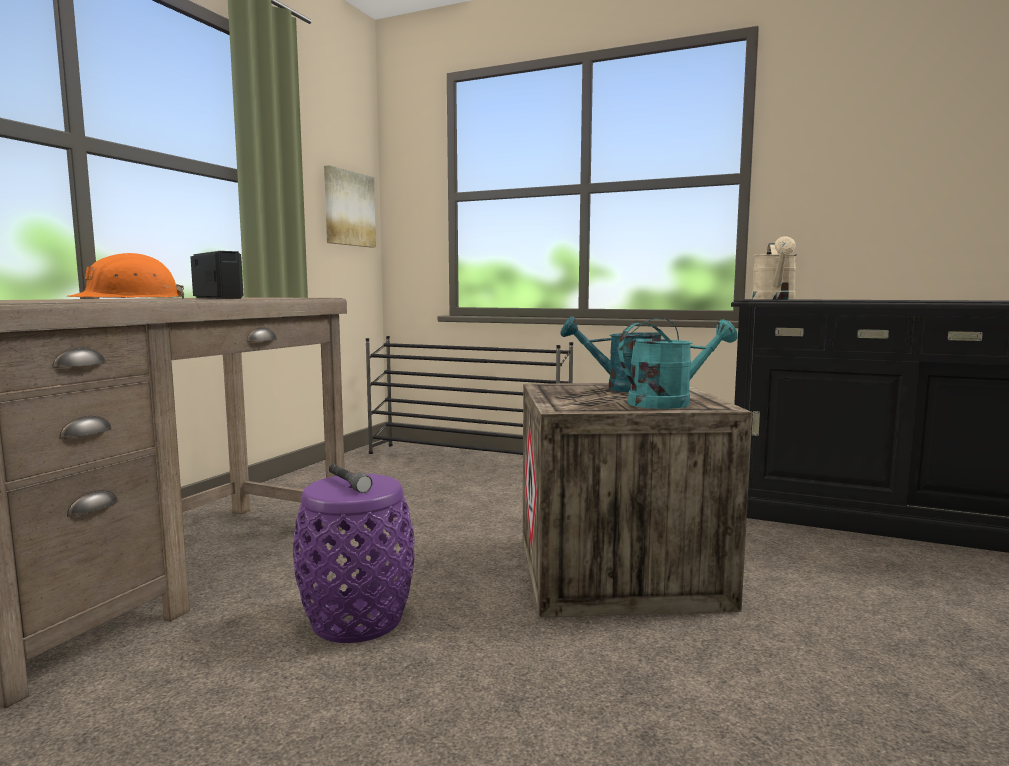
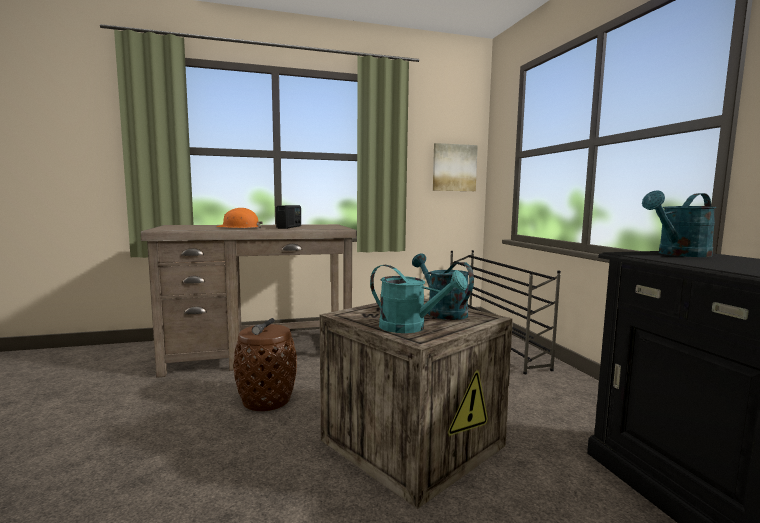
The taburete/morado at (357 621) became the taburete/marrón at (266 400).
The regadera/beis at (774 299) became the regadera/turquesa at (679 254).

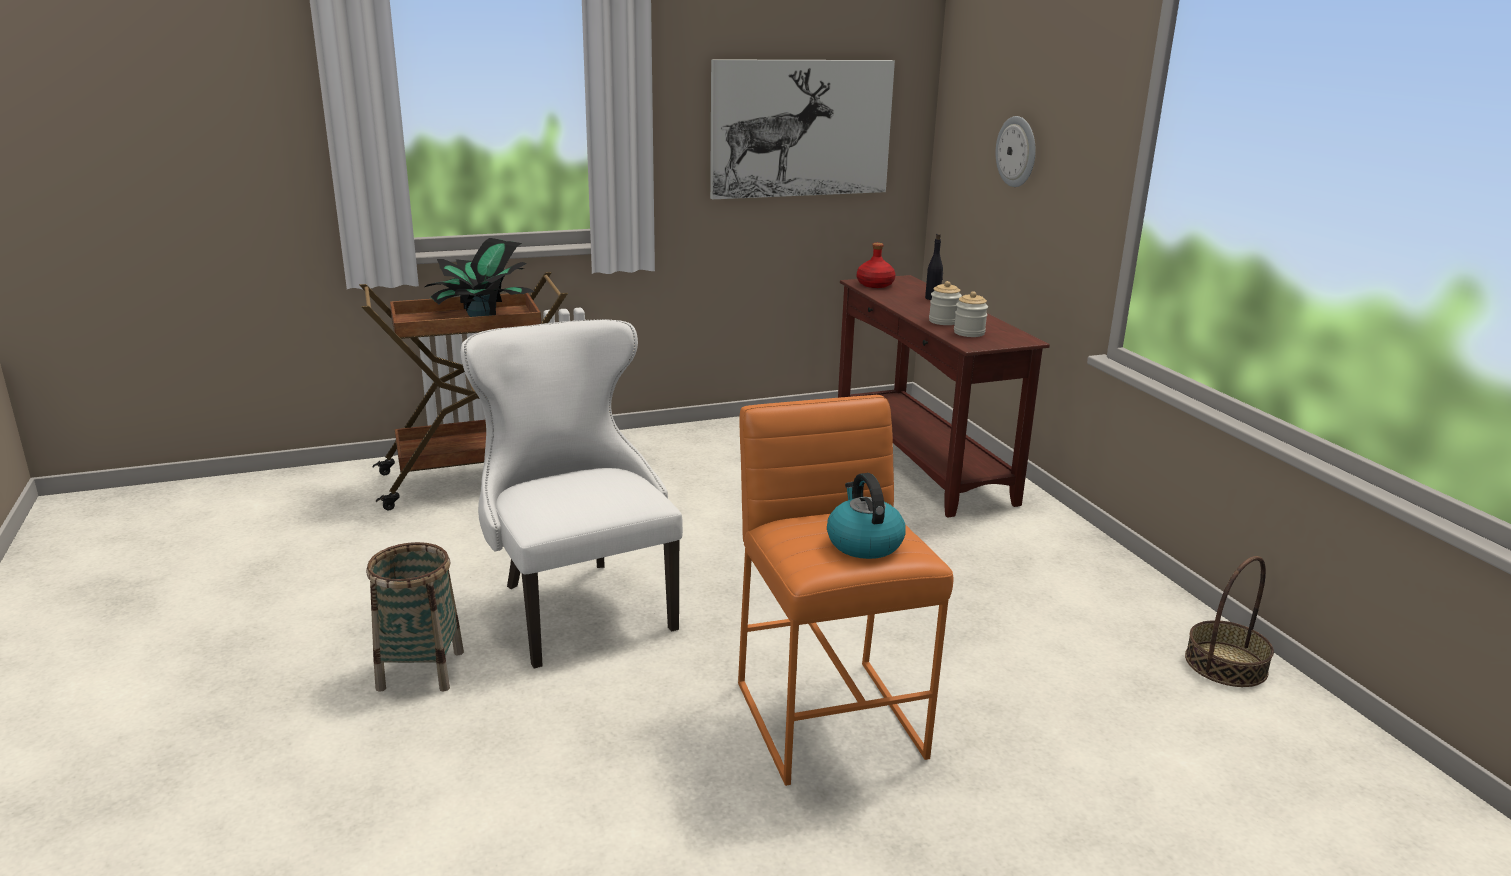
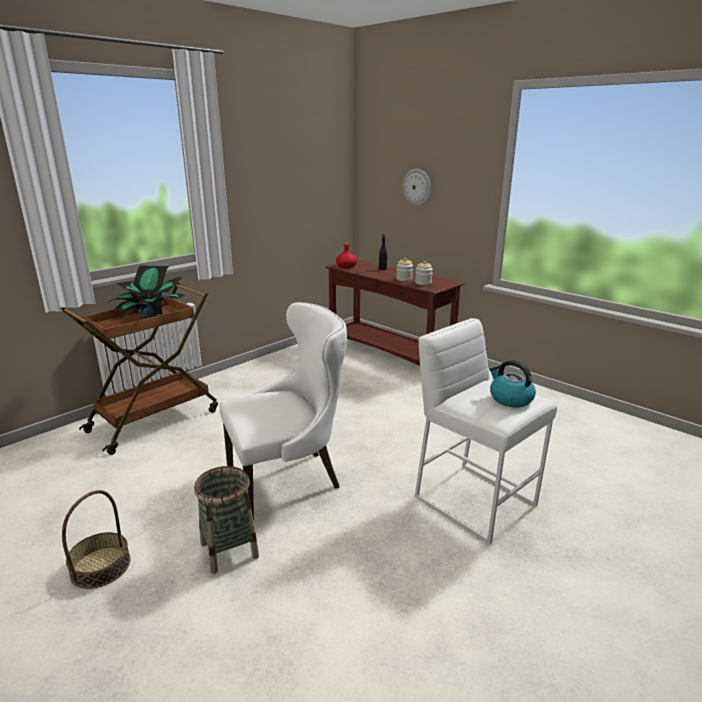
The silla/blanco at (578 605) turned 120 degrees clockwise.
The cuadro at (801 128) disappeared.
The taburete/naranja at (828 717) became the taburete/blanco at (473 499).
The cesta moved from (1225 664) to (100 566).

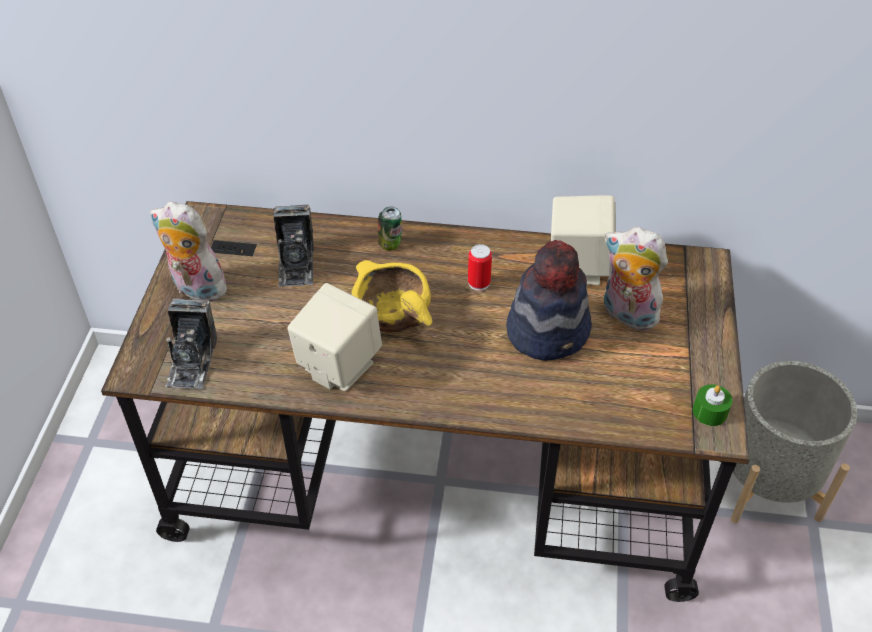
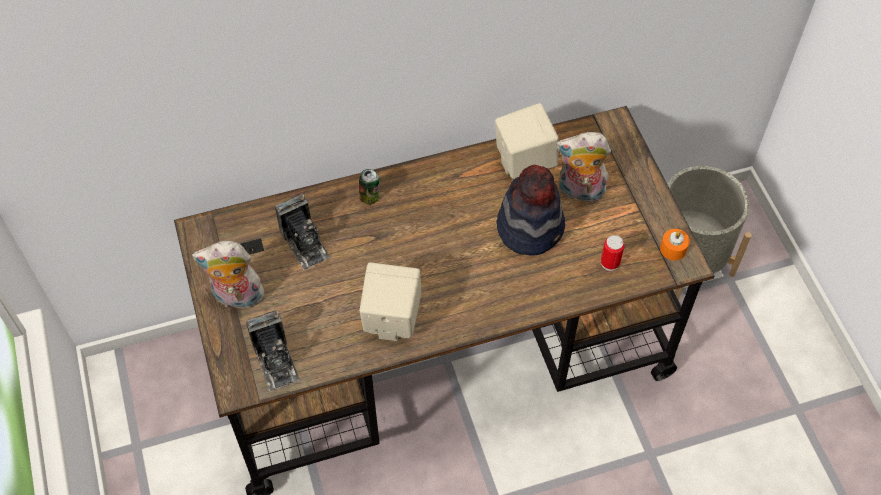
The cuenco/amarillo at (392 313) disappeared.
The lata moved from (479 283) to (610 262).
The vela/verde at (710 412) became the vela/naranja at (673 249).

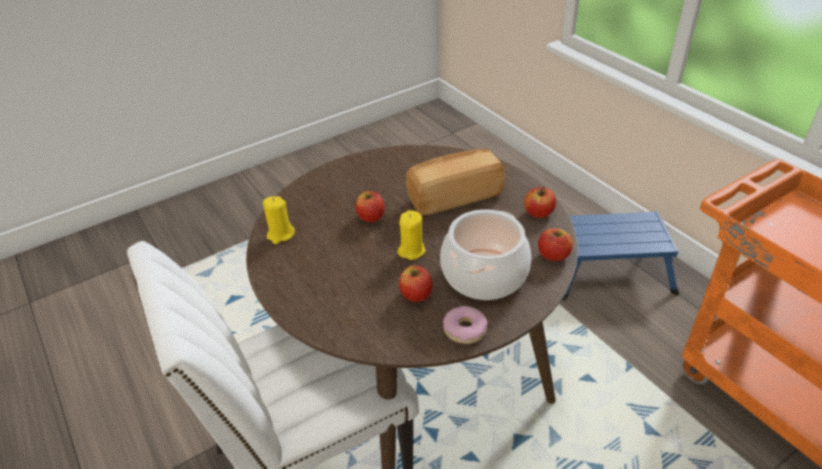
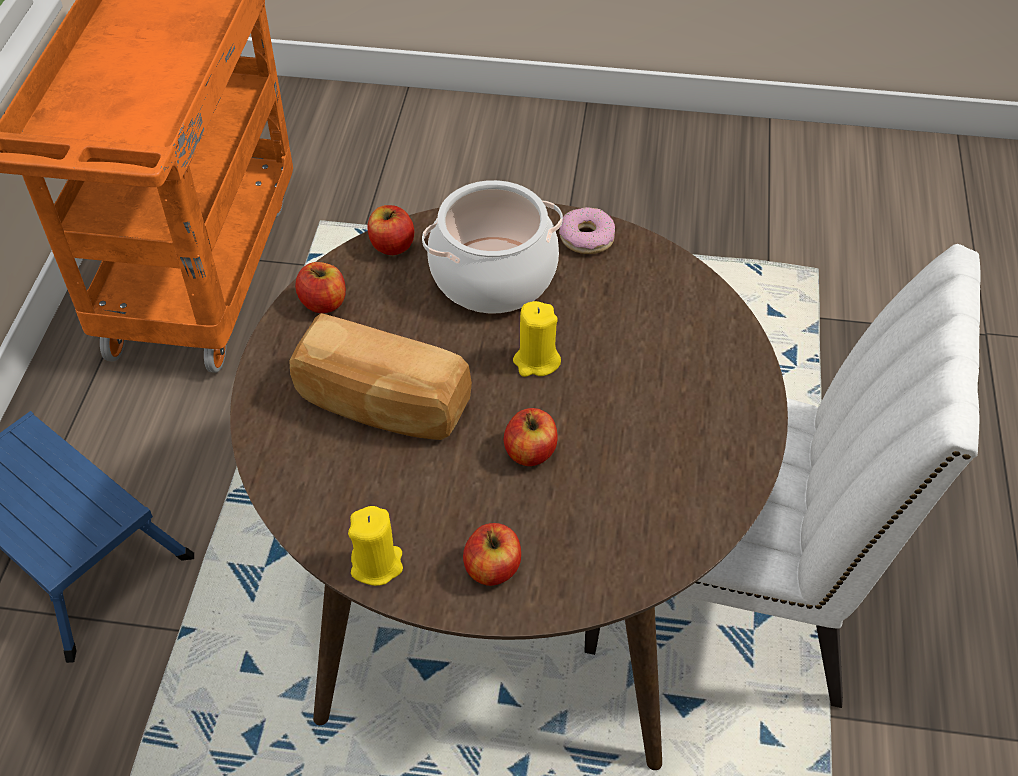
The vela/amarillo moved from (280 234) to (377 564).
The manzana moved from (416 294) to (493 568).

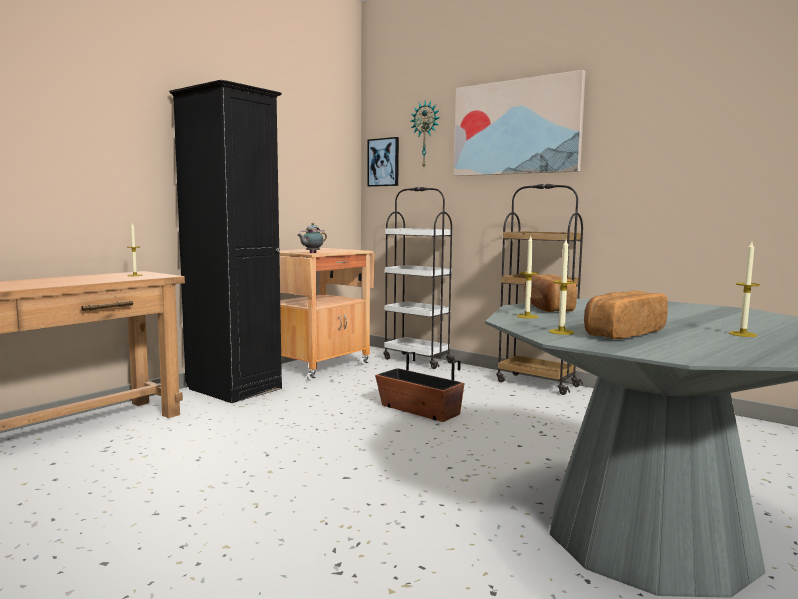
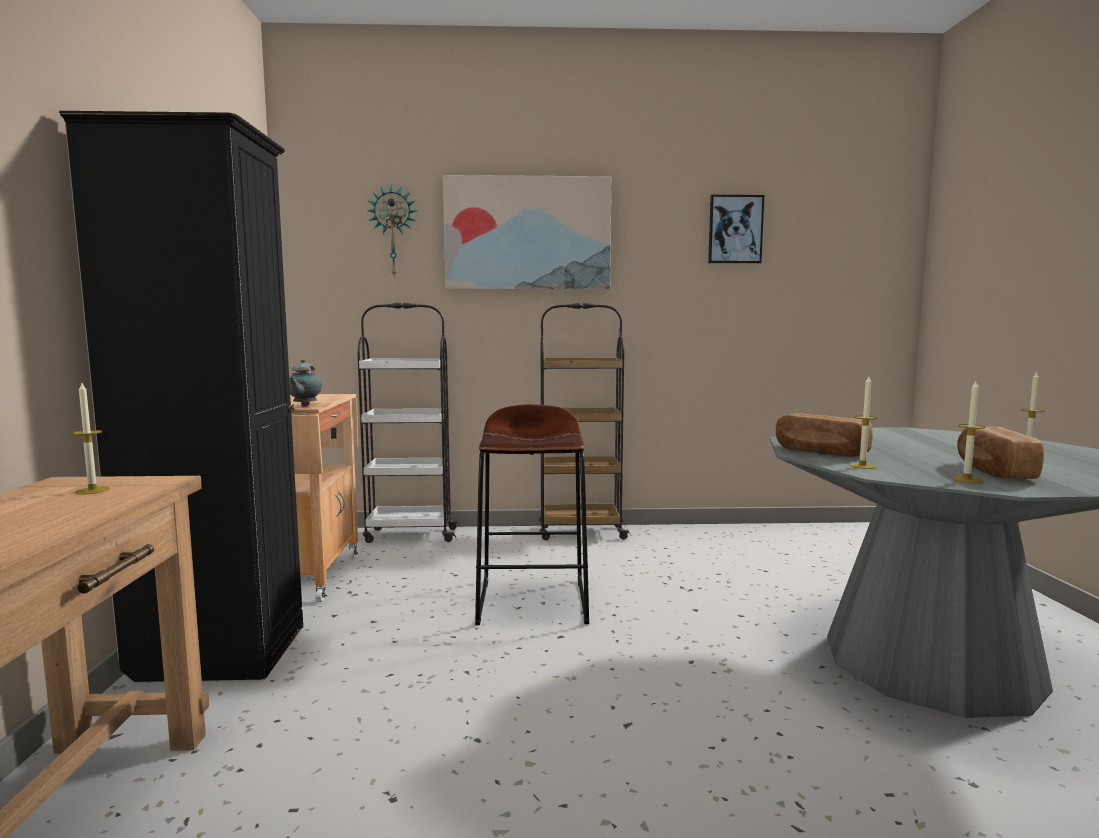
The cuadro moved from (383 162) to (735 229).
The maceta at (419 410) was replaced by the taburete/marrón at (533 601).

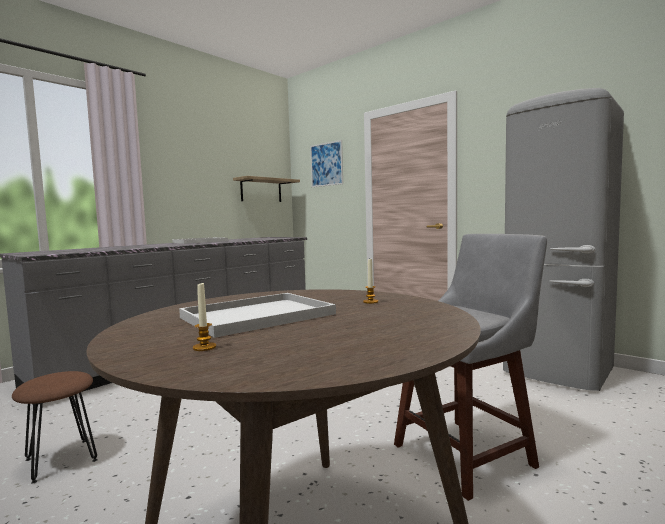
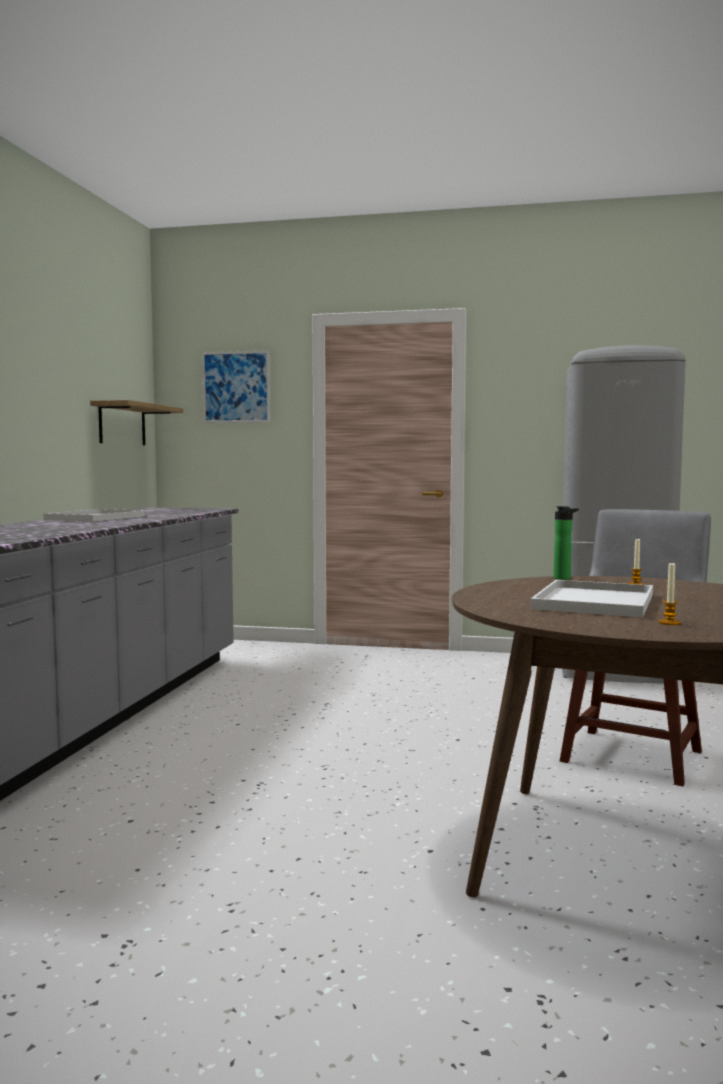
The taburete/marrón at (61 459) disappeared.
The botella at (564 578) appeared.

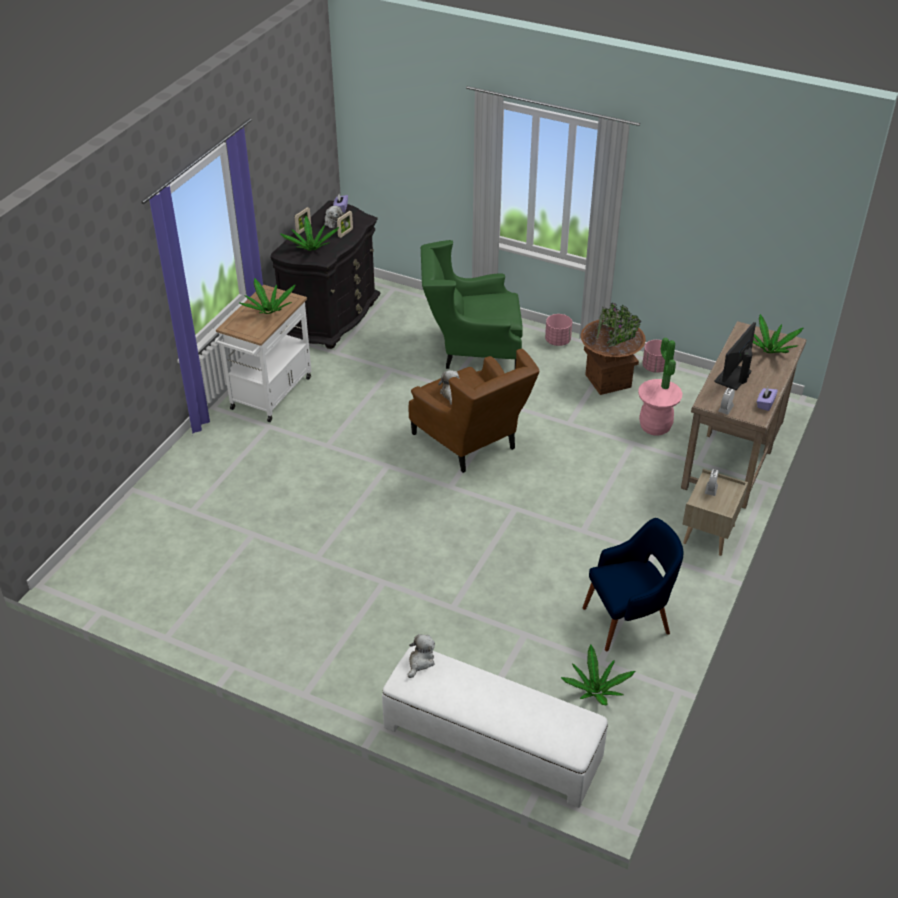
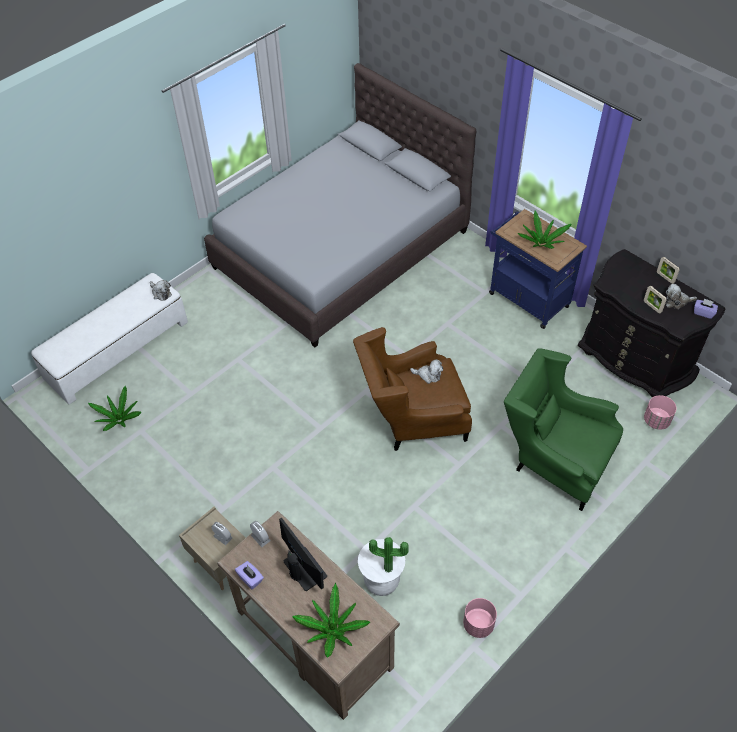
The carrito/blanco at (270 395) became the carrito/azul at (526 299).
The planta en maceta at (311 248) disappeared.
The sillón/verde at (471 350) turned 75 degrees counterclockwise.
The maceta/rosa moved from (557 341) to (656 421).
The maceta/marrón at (608 381) disappeared.
The sillón/azul at (628 620) disappeared.
The taburete/rosa at (655 427) became the taburete/blanco at (381 581).
The cama/gris at (341 249) appeared.

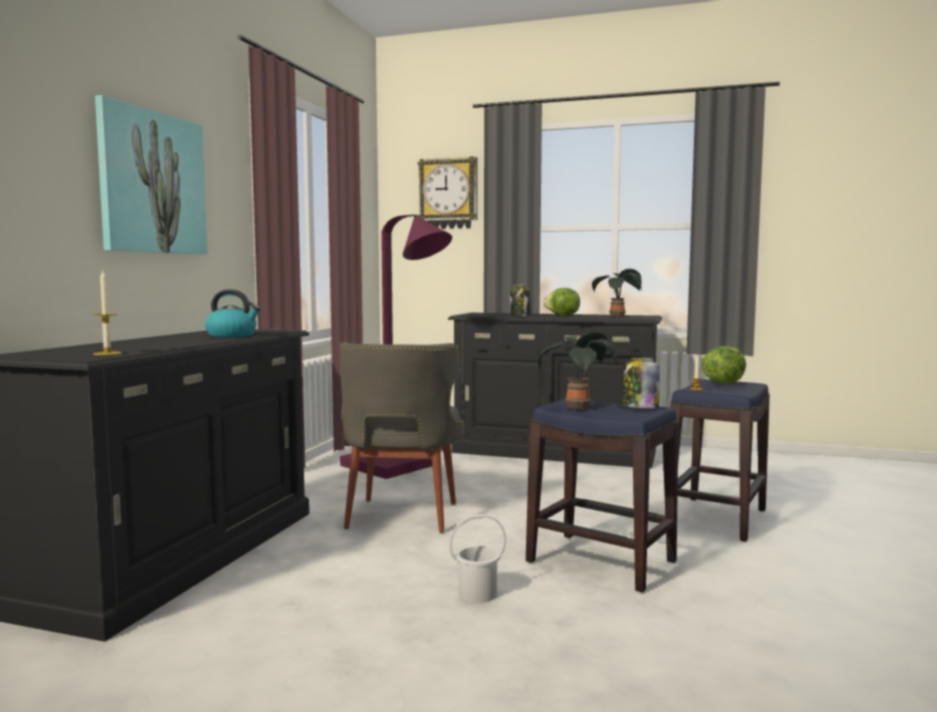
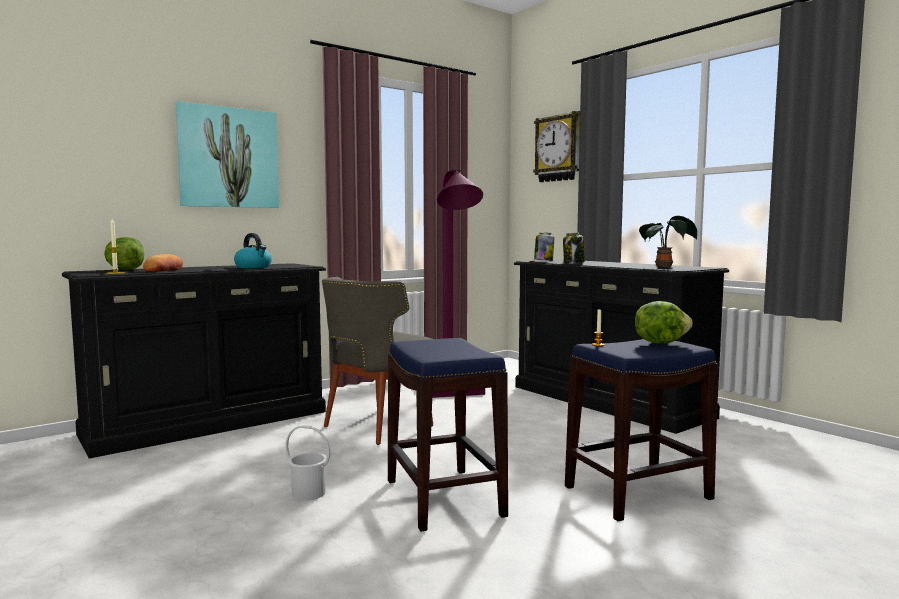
The planta en maceta at (578 407) disappeared.
The lechuga moved from (562 316) to (125 270).
The tarro moved from (639 407) to (543 260).
The pan at (164 270) appeared.

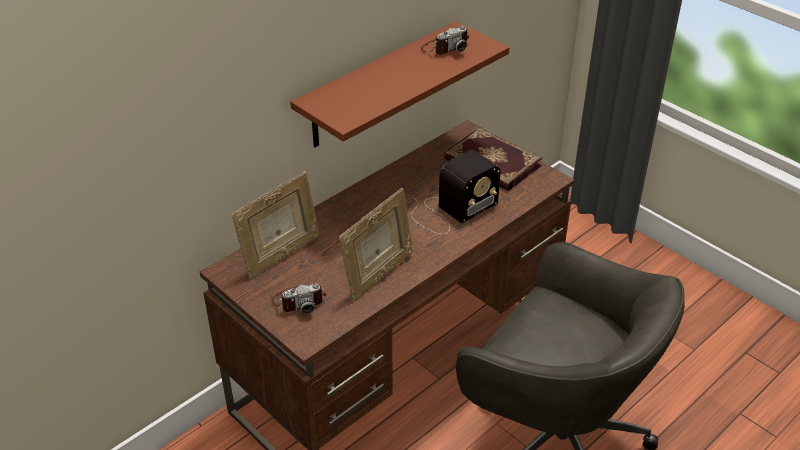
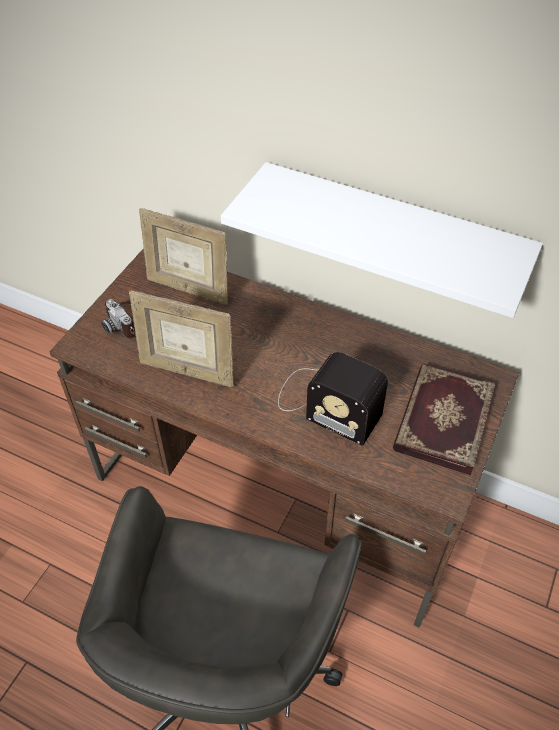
The estante/marrón at (378 86) became the estante/blanco at (391 232).
The cámara at (445 47) disappeared.

